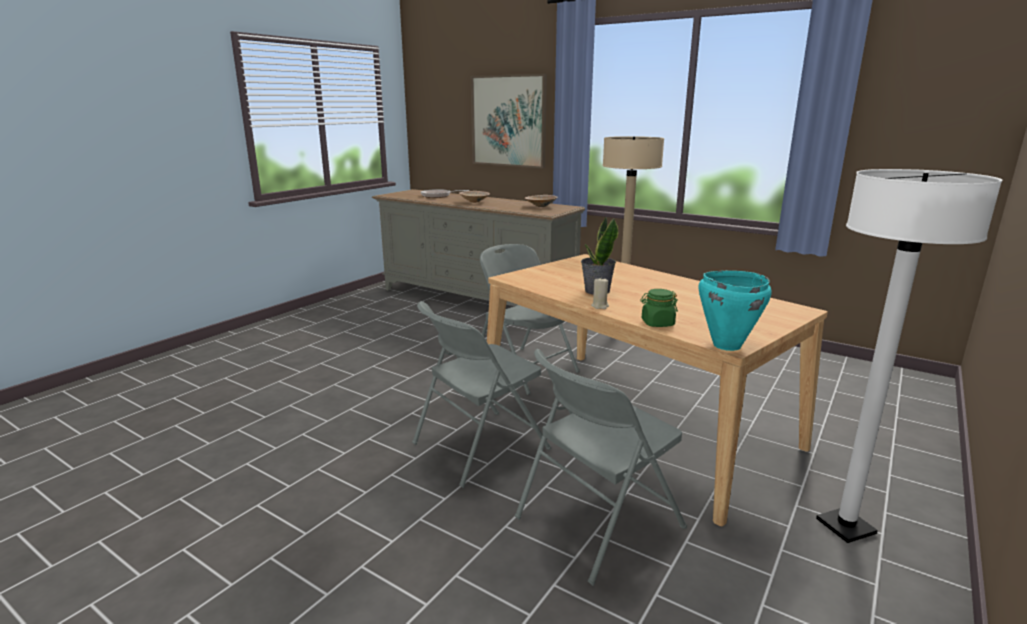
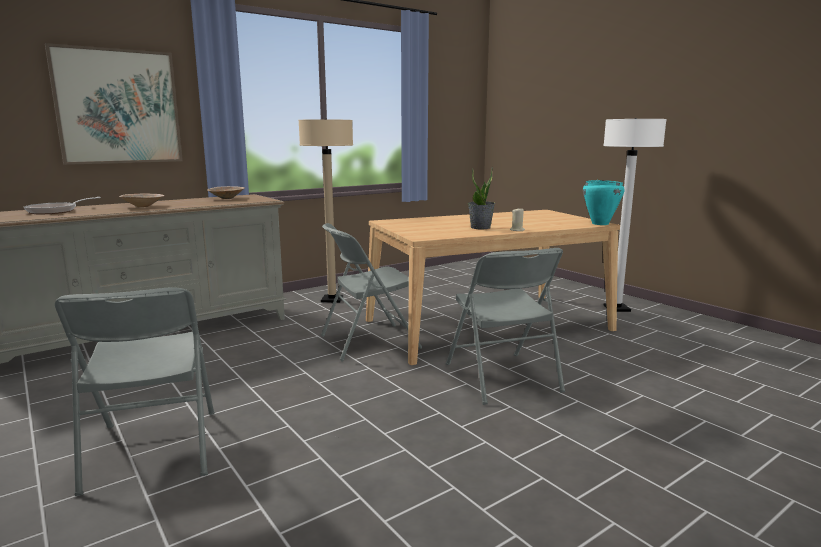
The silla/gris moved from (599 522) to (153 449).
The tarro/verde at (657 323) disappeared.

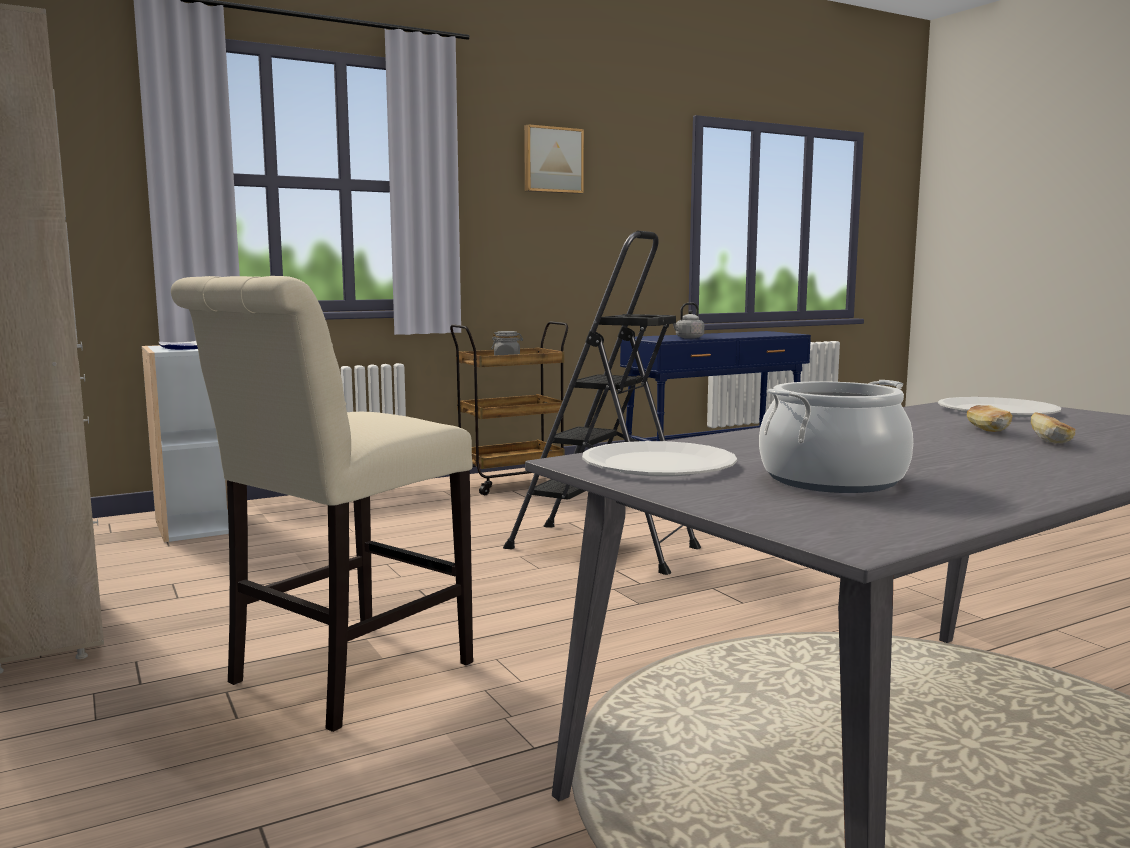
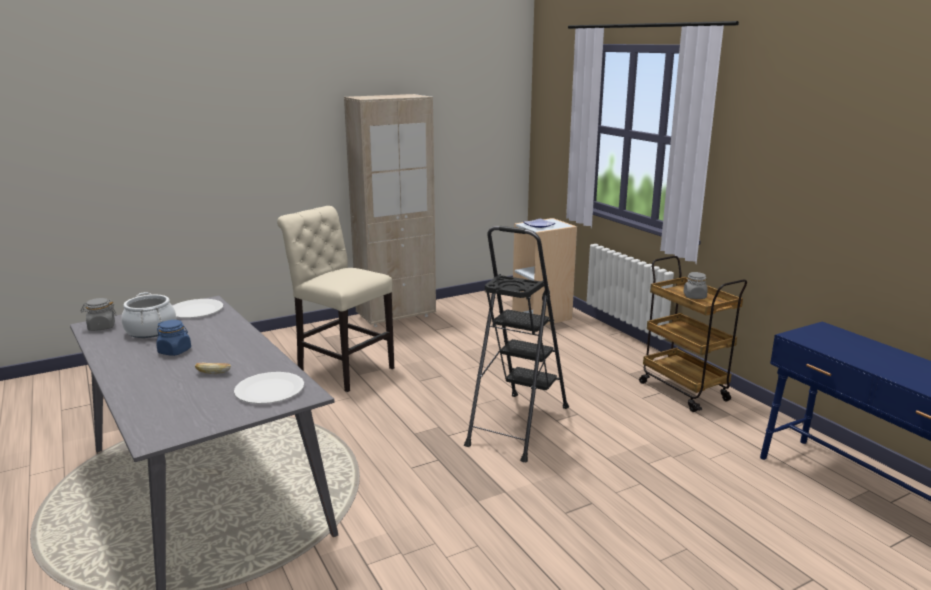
The cuadro at (552 160) disappeared.
The hervidor/gris at (688 338) disappeared.
The pan at (1050 441) disappeared.
The tarro/gris at (101 327) appeared.
The tarro/azul at (175 351) appeared.

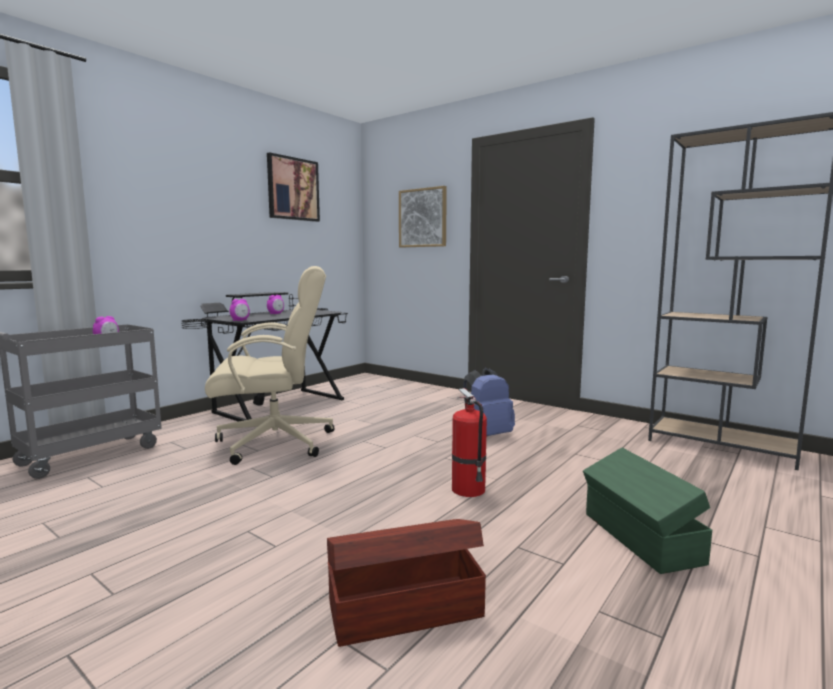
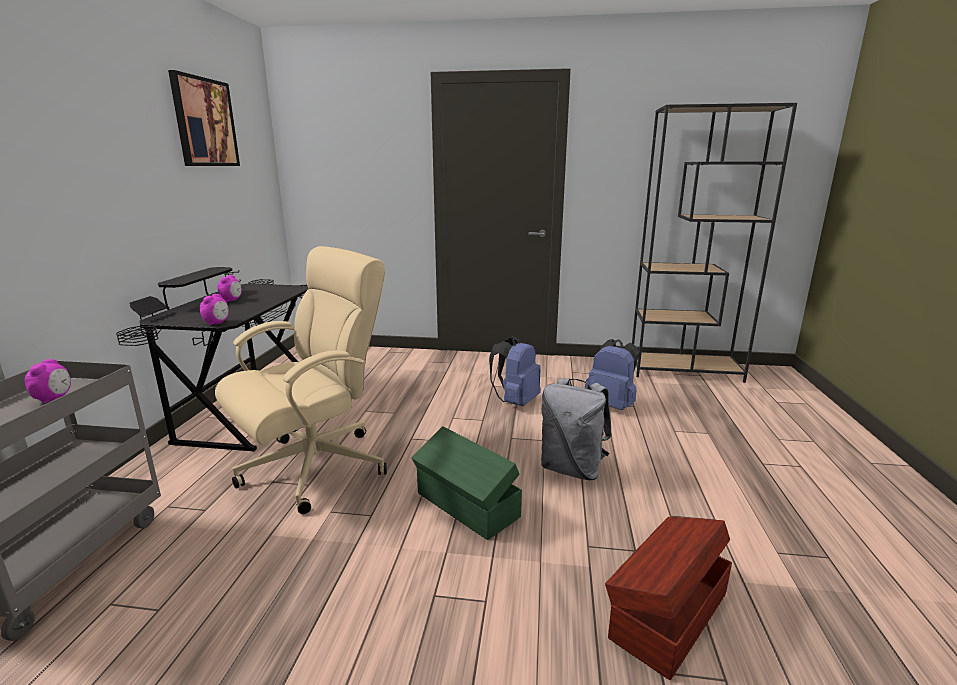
The cuadro at (423 218) disappeared.
The extintor at (469 490) was replaced by the mochila/gris at (572 469).
The caja de almacenaje/verde moved from (640 538) to (467 506).
The mochila/azul at (611 405) appeared.

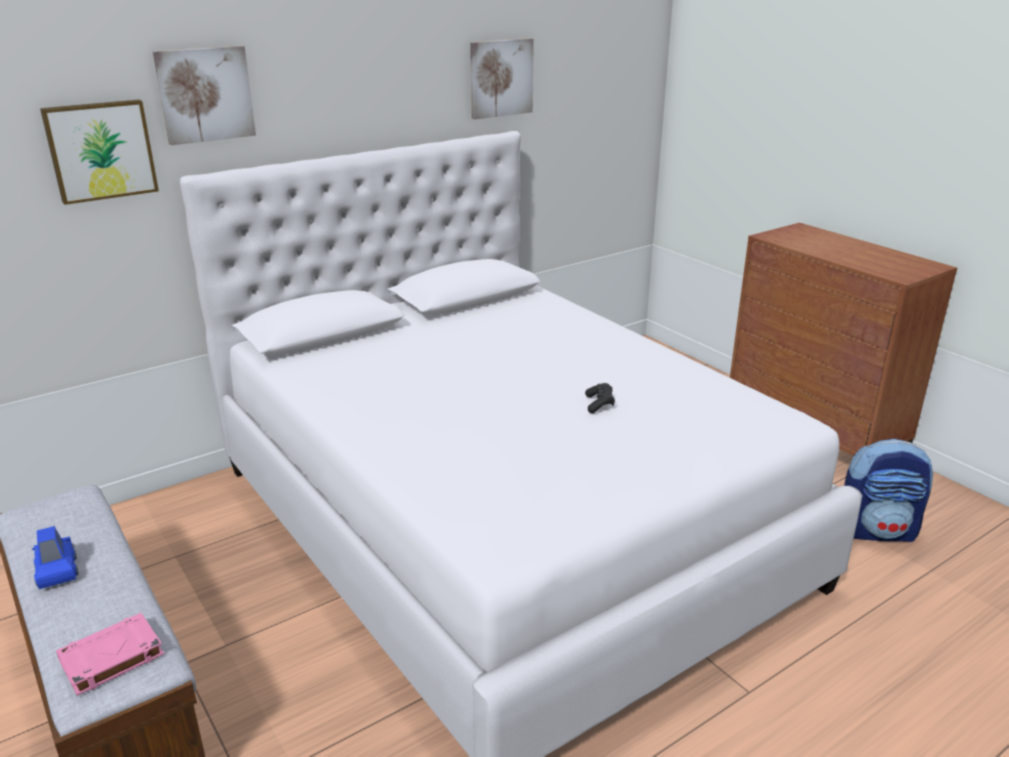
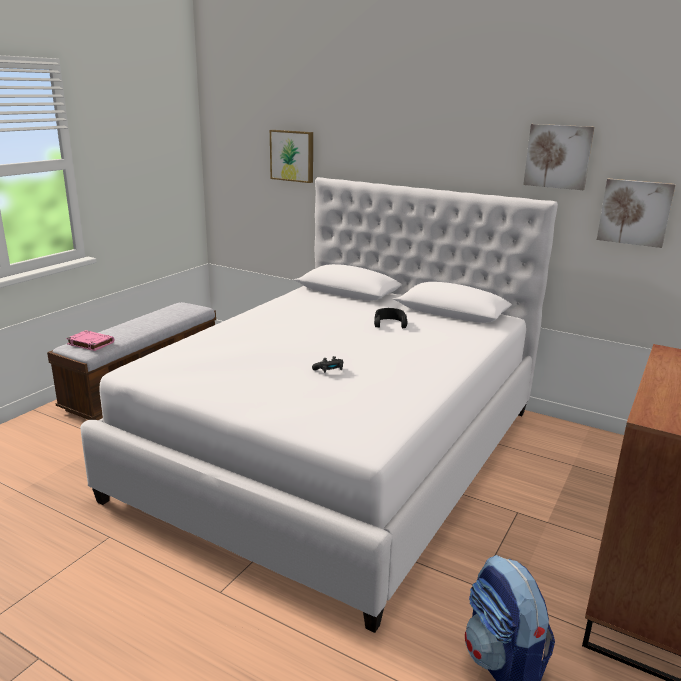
The coche de juguete/azul at (57 570) disappeared.
The cuadro moved from (205 94) to (635 212).
The auriculares/negro at (390 323) appeared.

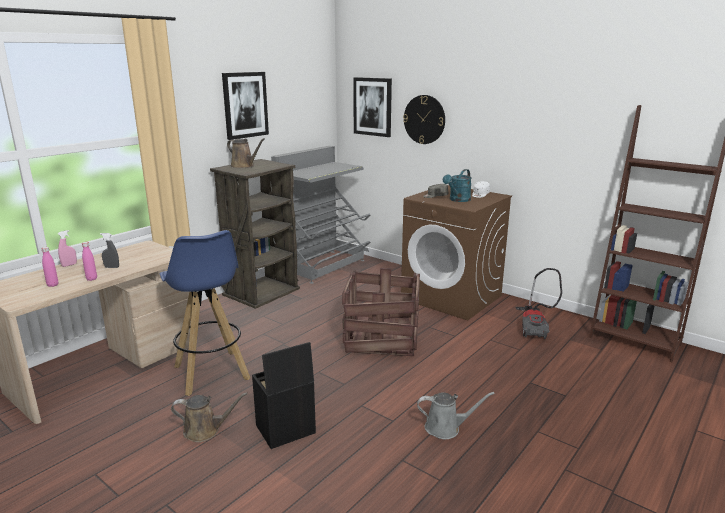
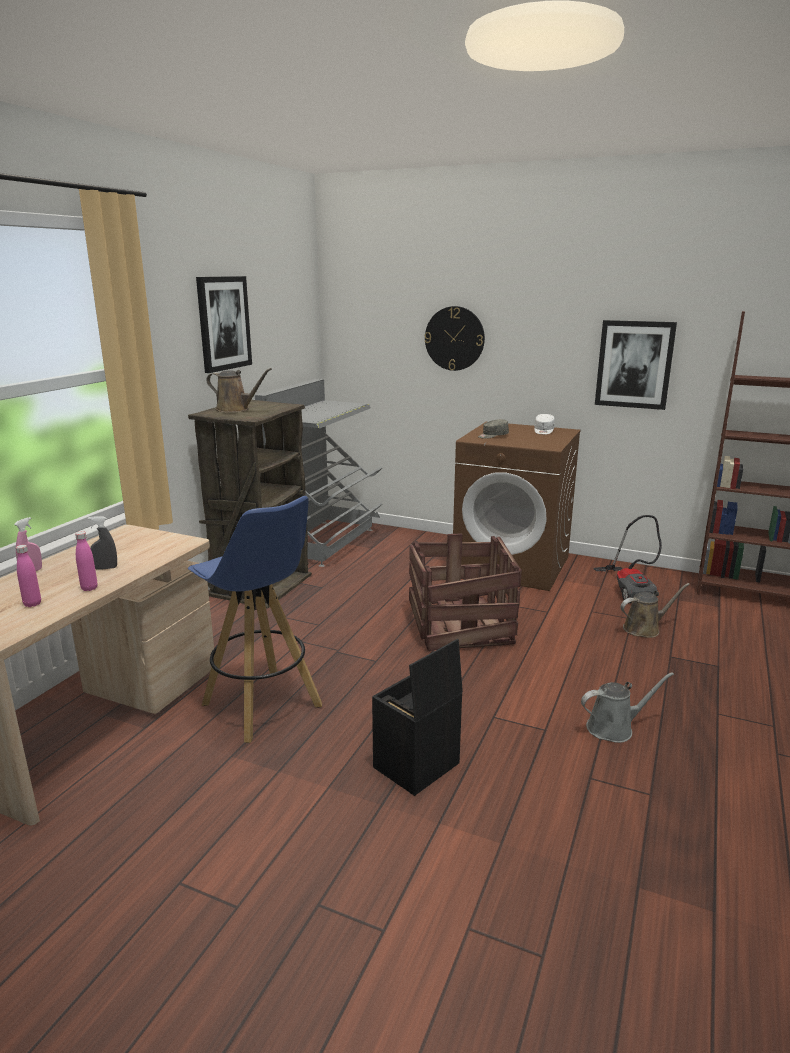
The regadera/marrón moved from (205 430) to (644 629).
The cuadro moved from (372 106) to (634 364).
The regadera/turquesa at (458 200) disappeared.

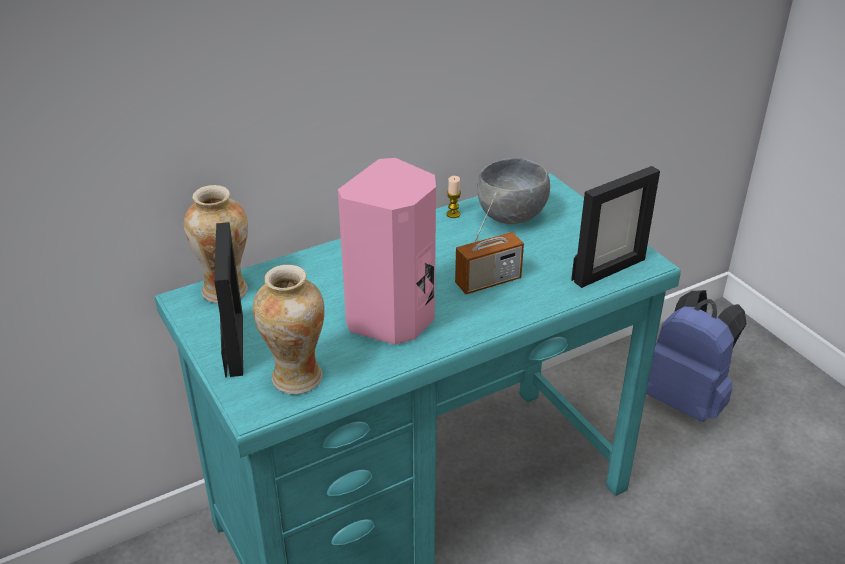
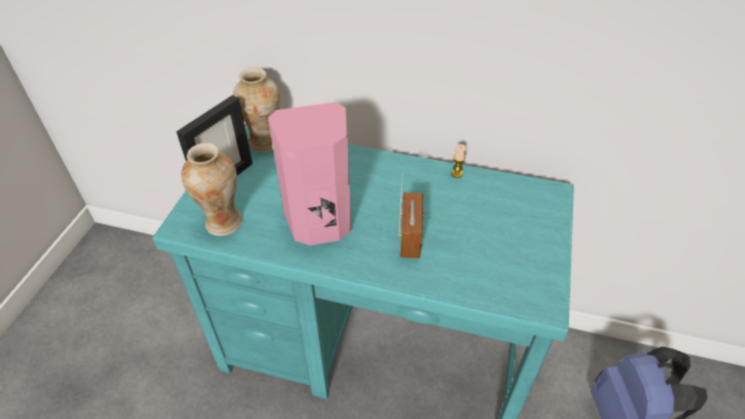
The radio at (488 281) turned 105 degrees counterclockwise.
The cuenco/gris at (512 217) disappeared.
The portarretratos at (608 270) disappeared.

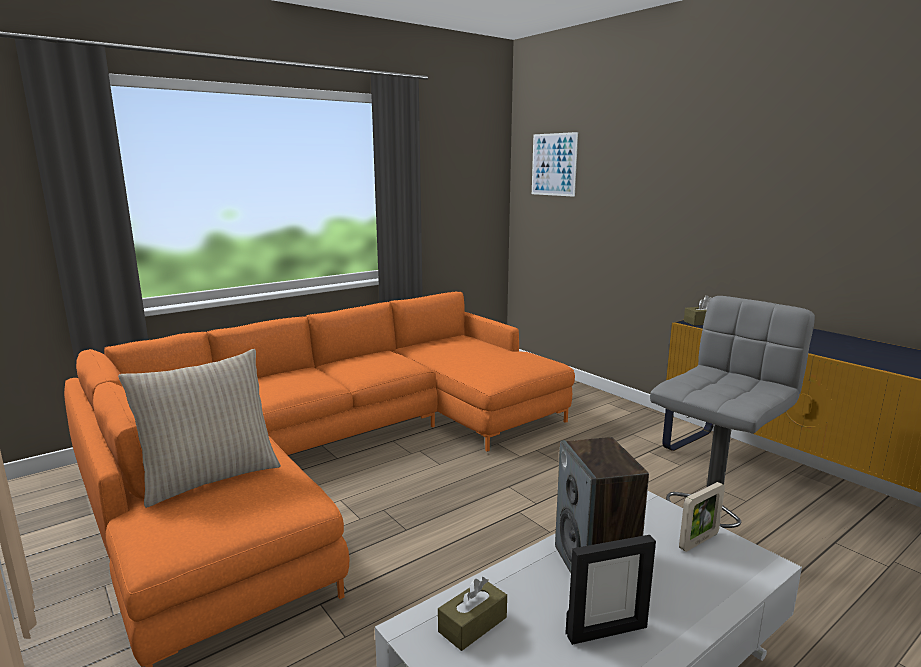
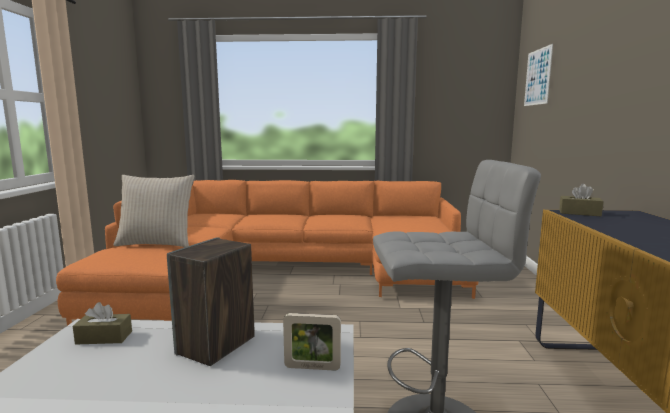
The portarretratos at (606 630) disappeared.

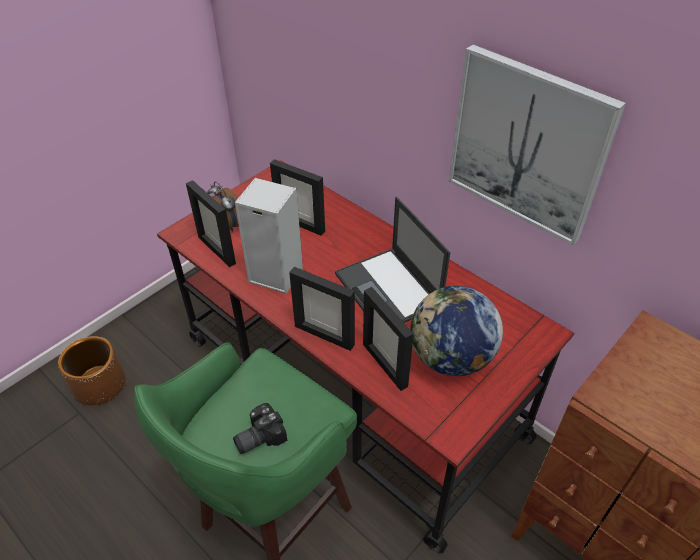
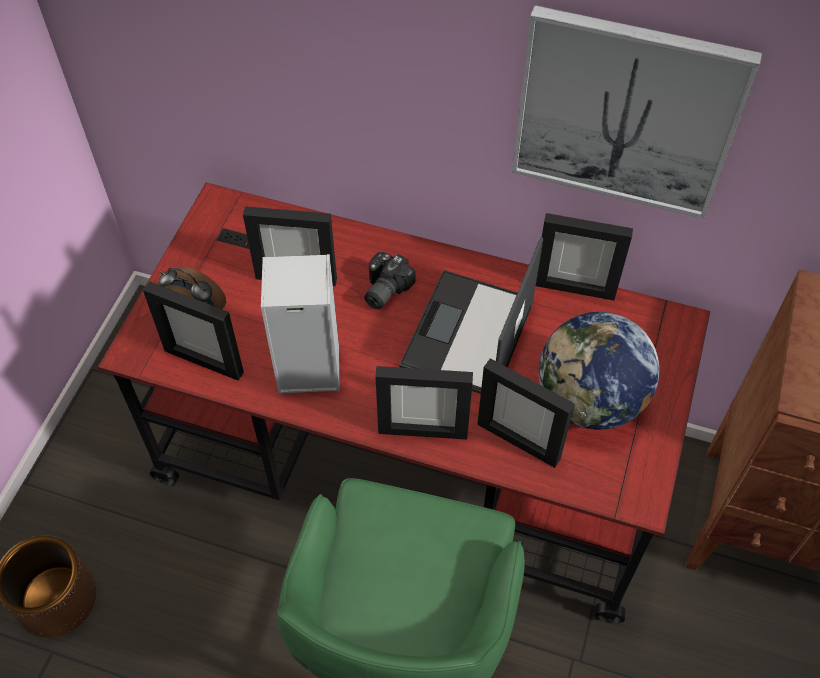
The cámara moved from (258 436) to (383 289).
The portátil at (389 290) turned 75 degrees clockwise.
The portarretratos at (574 287) appeared.

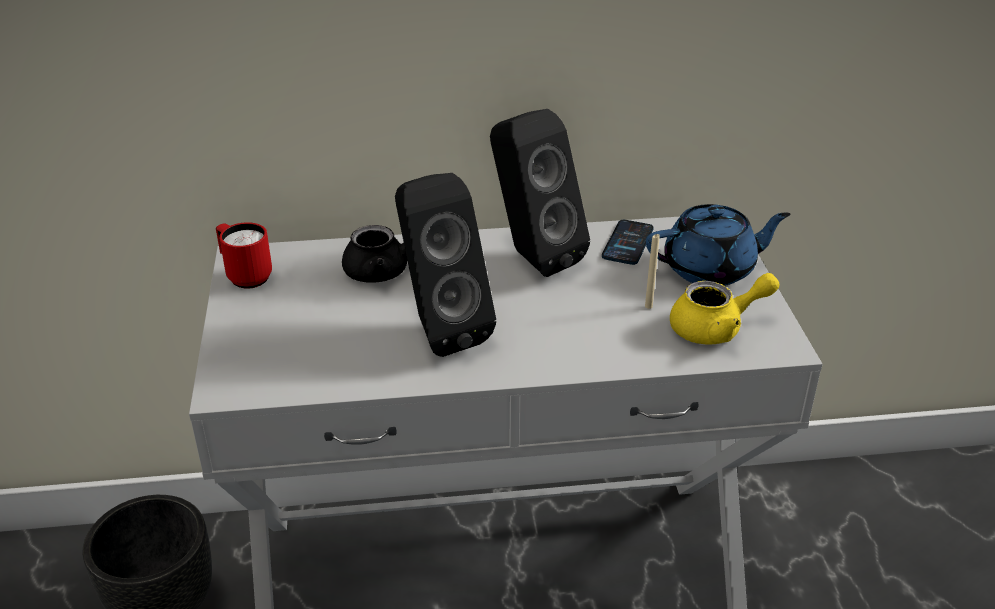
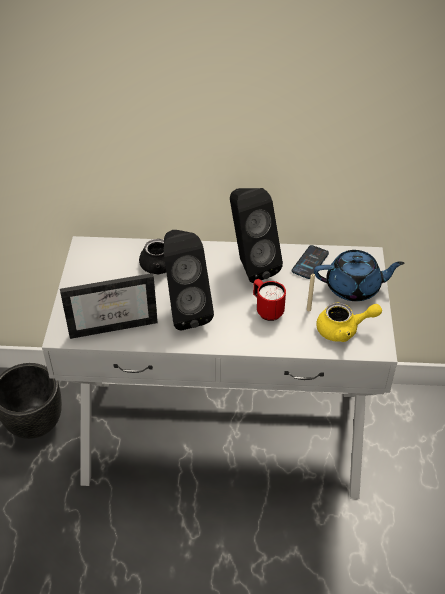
The taza grande/rojo moved from (245 276) to (267 310).
The portarretratos at (114 322) appeared.

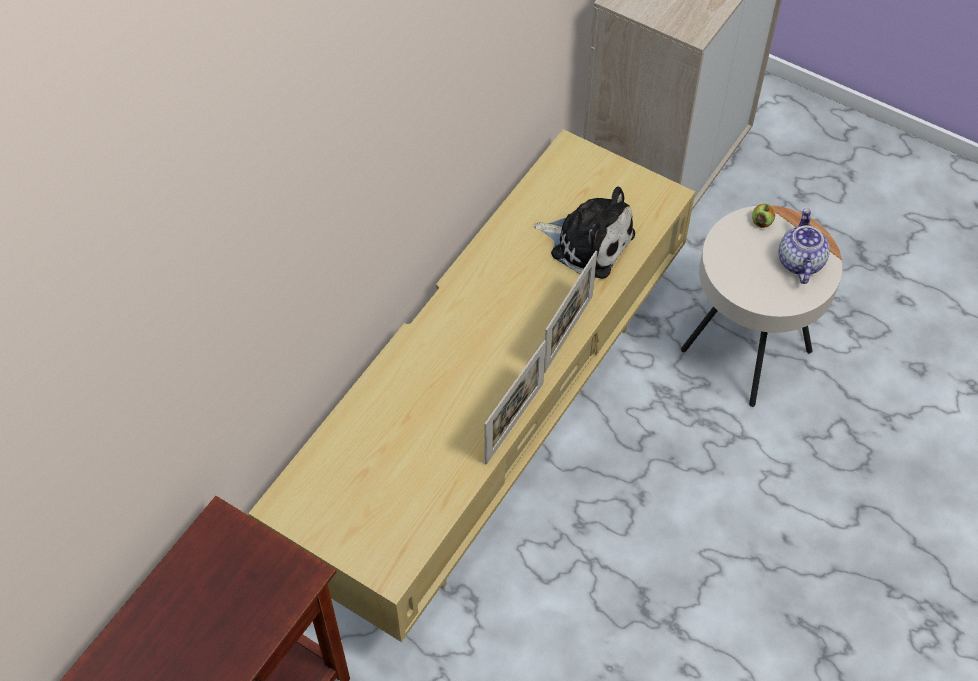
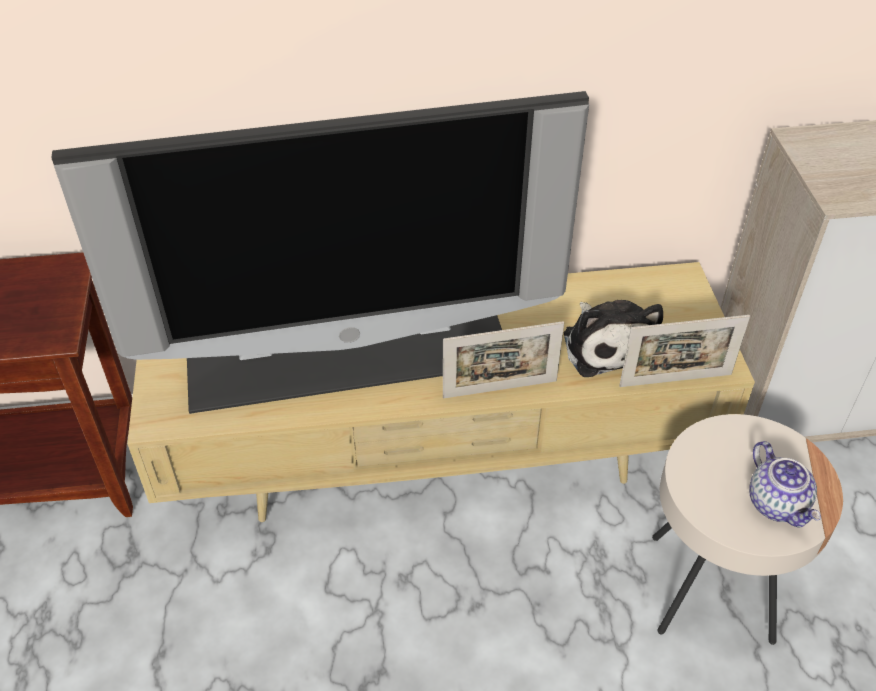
The portarretratos moved from (514 423) to (675 380).
The manzana at (761 222) disappeared.
The tetera at (799 261) turned 105 degrees clockwise.
The televisor at (348 352) appeared.

